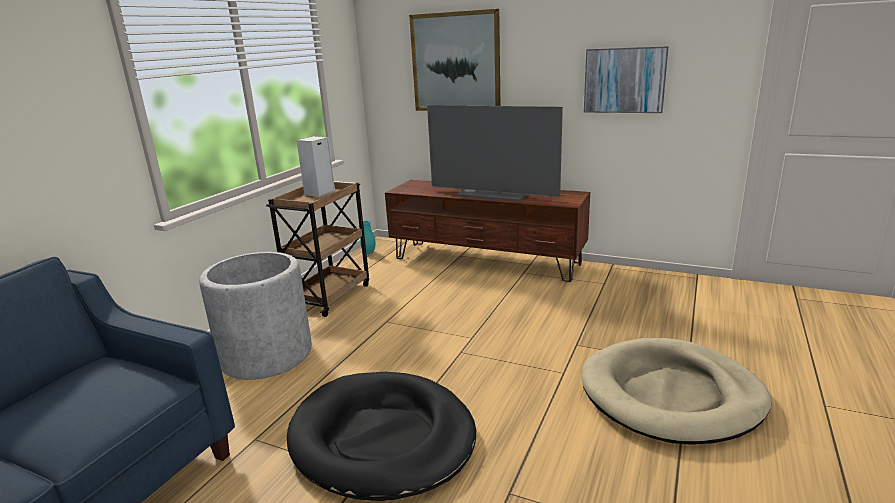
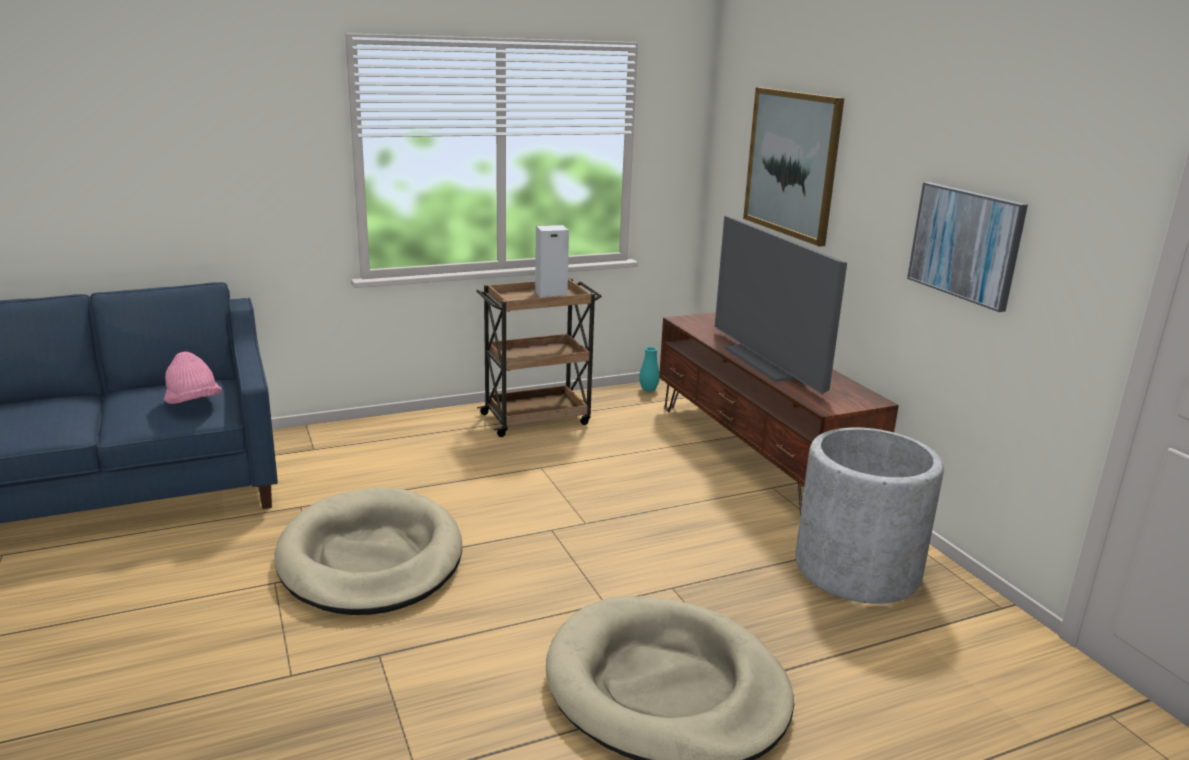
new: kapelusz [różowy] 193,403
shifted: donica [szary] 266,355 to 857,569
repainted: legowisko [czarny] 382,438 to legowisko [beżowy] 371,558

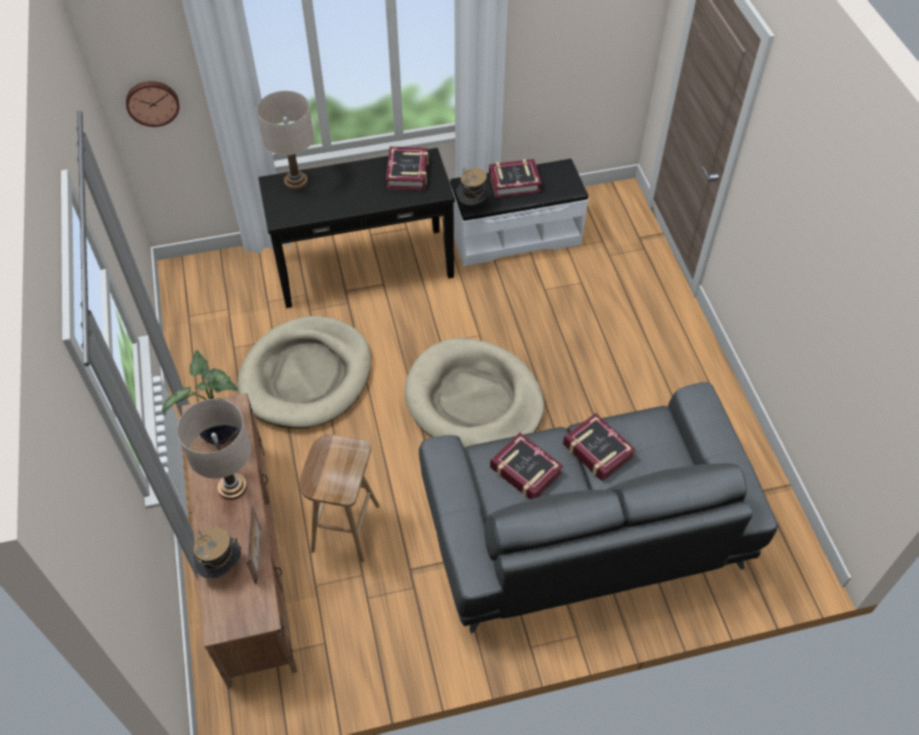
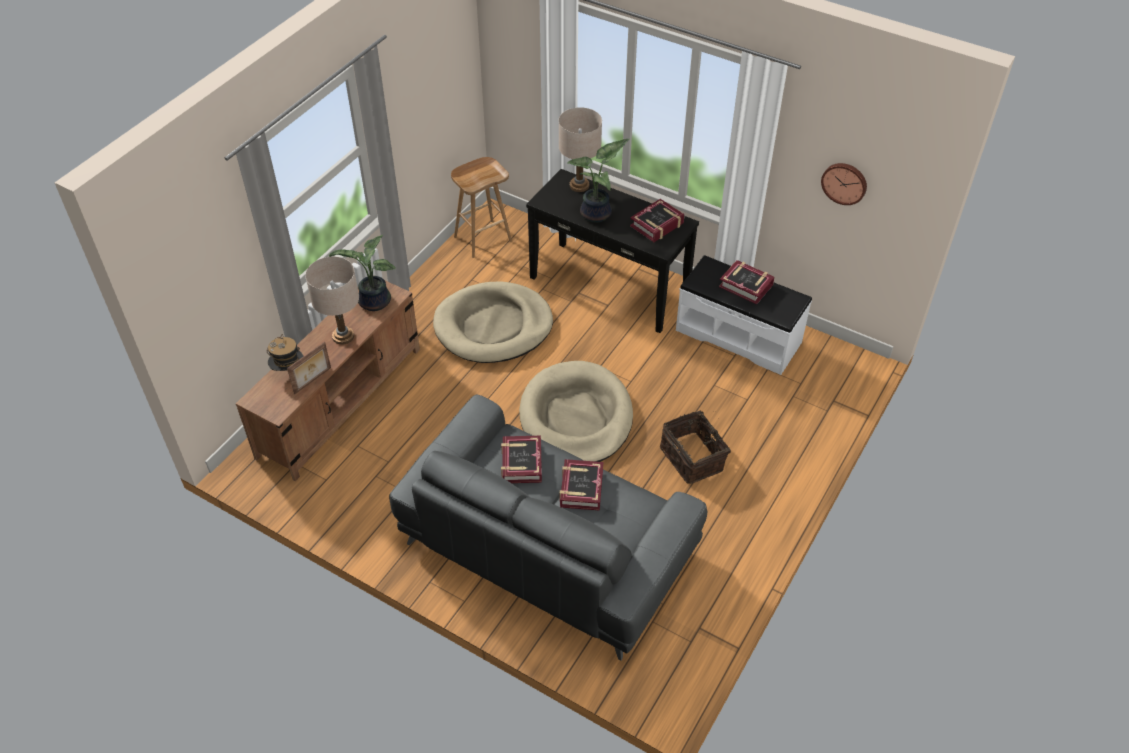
gone: kapelusz 473,205
new: roślina doniczkowa 597,214; koszyk 693,457
shifted: stołek [brązowy] 345,527 to 483,238; zegar ścienny 152,102 to 844,182

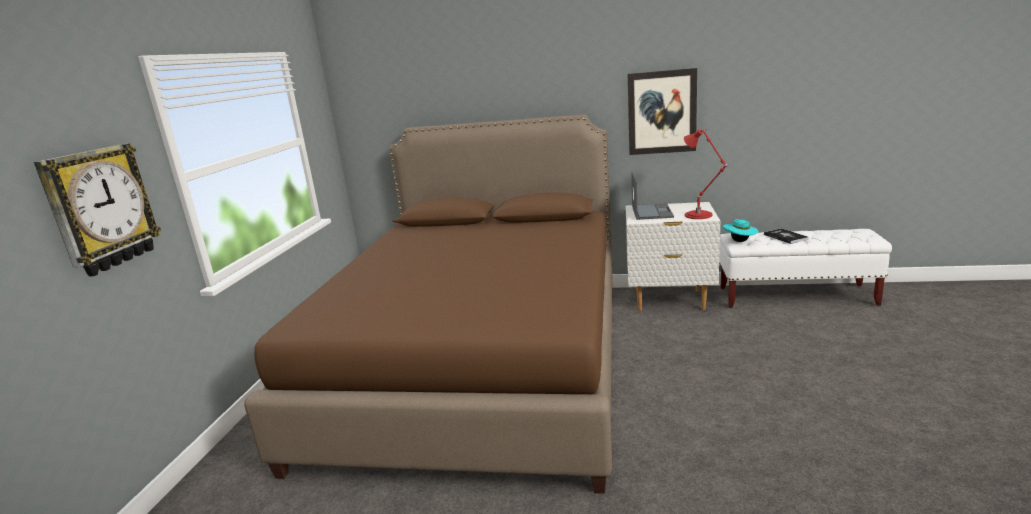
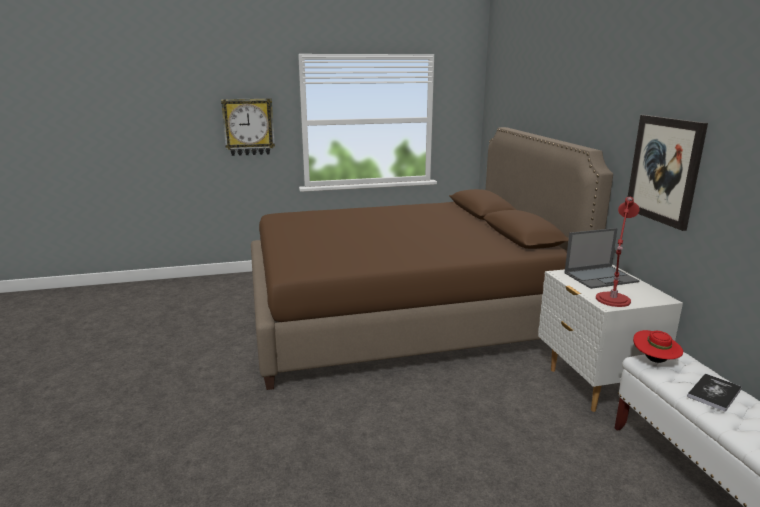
repainted: kapelusz [turkusowy] 740,241 to kapelusz [czerwony] 654,360

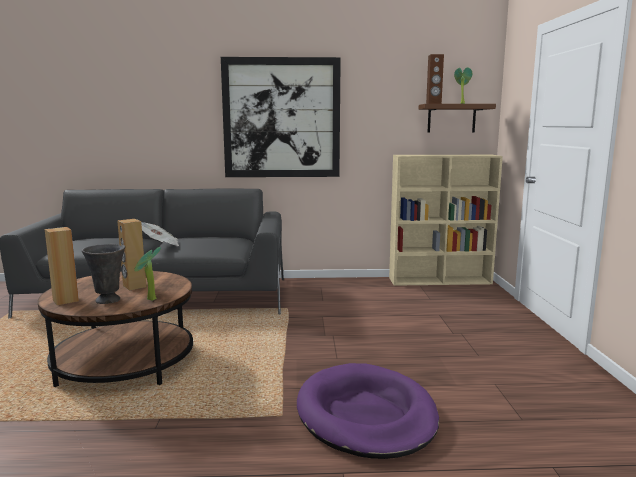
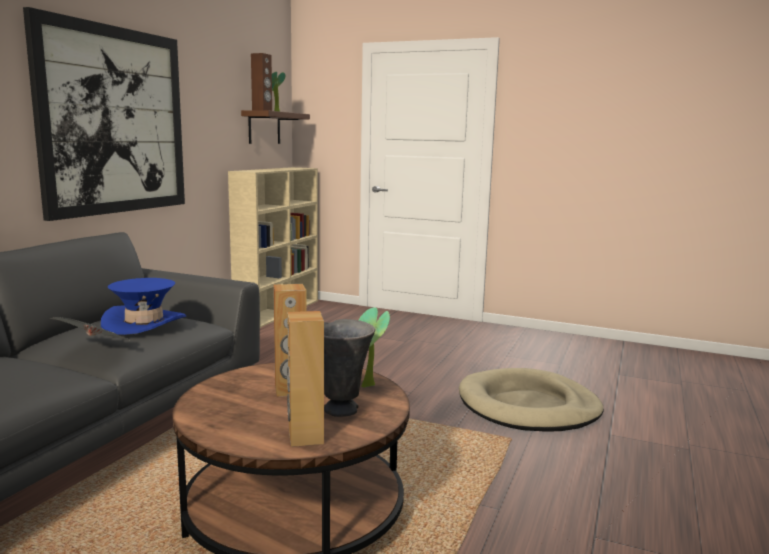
new: kapelusz [niebieski] 144,323
repainted: legowisko [fioletowy] 366,415 to legowisko [beżowy] 528,406

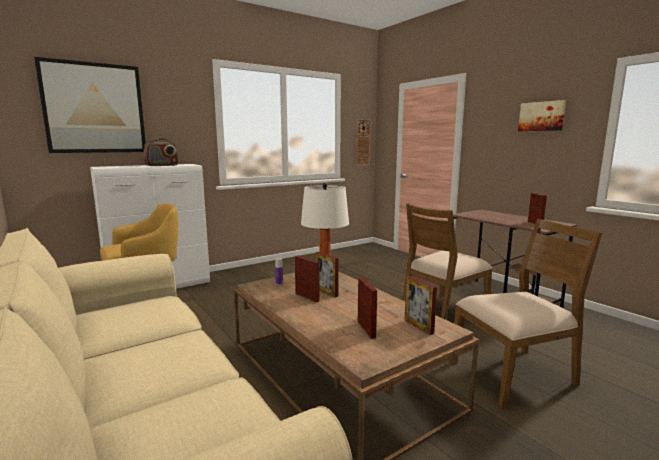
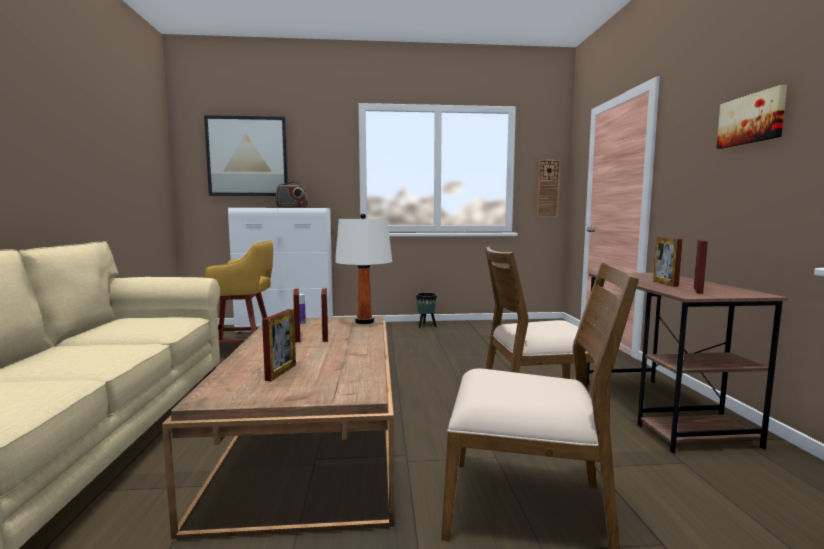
new: donica [czarny] 426,326
shifted: ramka na zdjęcie 418,326 to 665,283

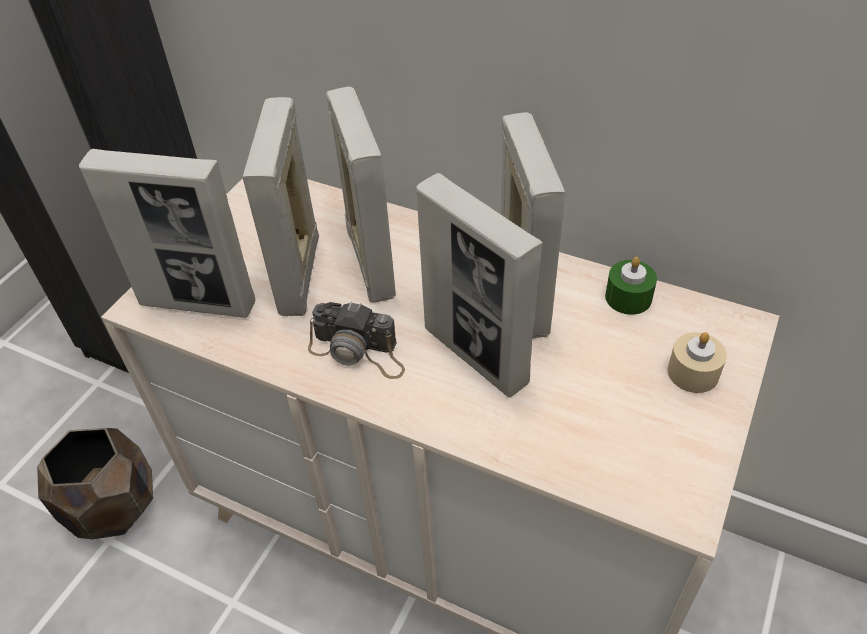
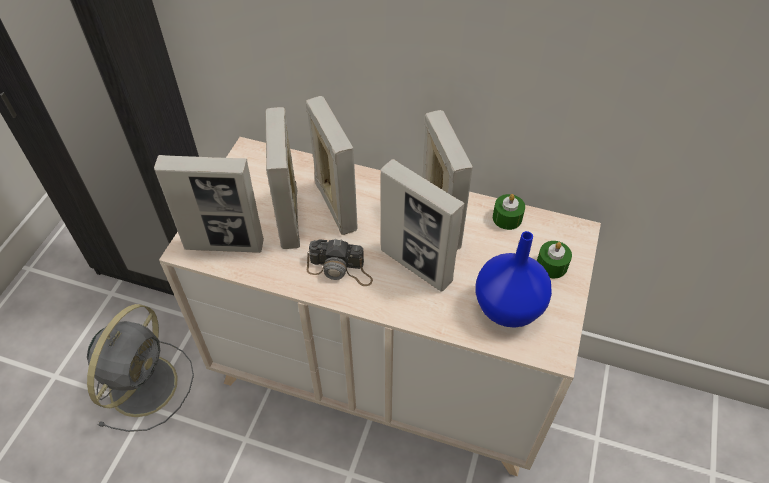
new: wazon [niebieski] 509,307
swapped: donica [brązowy] 114,506 to wentylator [szary] 145,383
repainted: świeca [beżowy] 693,373 to świeca [zielony] 551,265

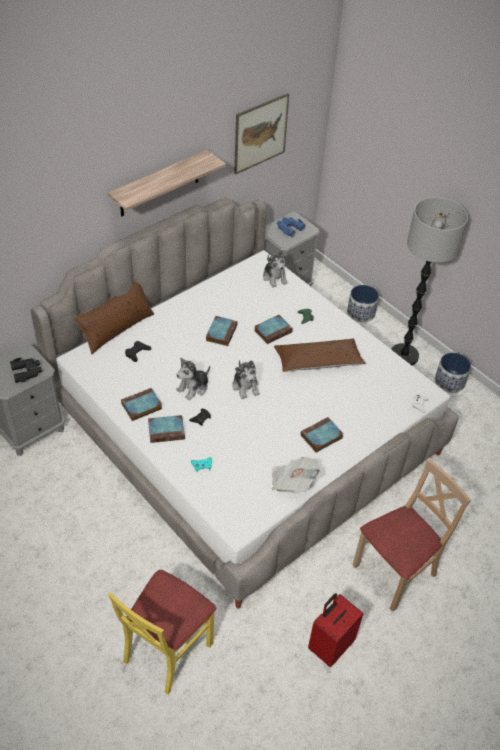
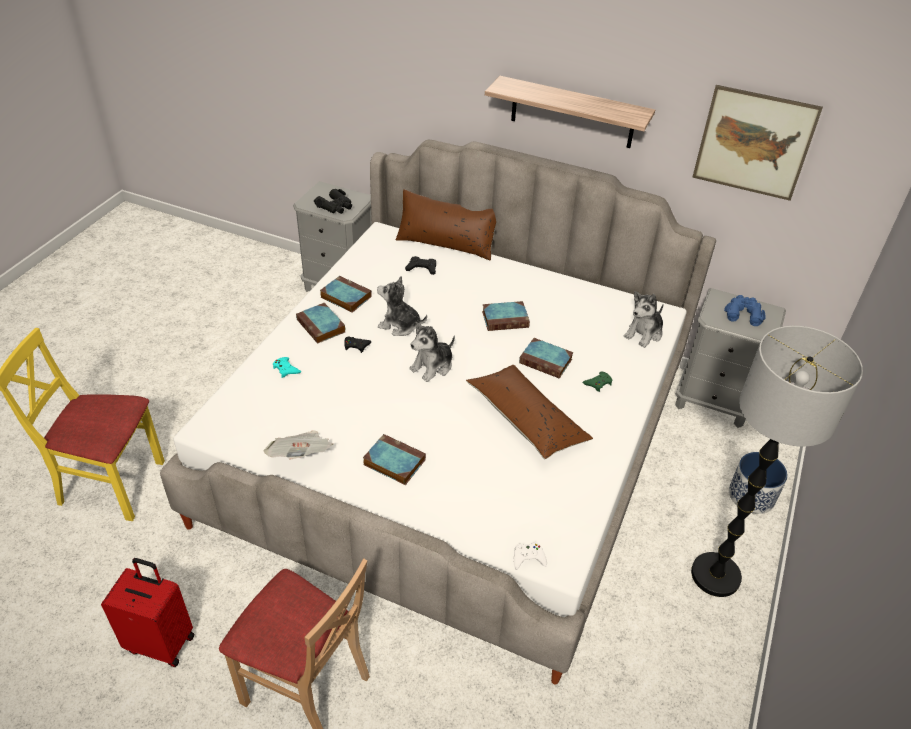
gone: donica 449,382

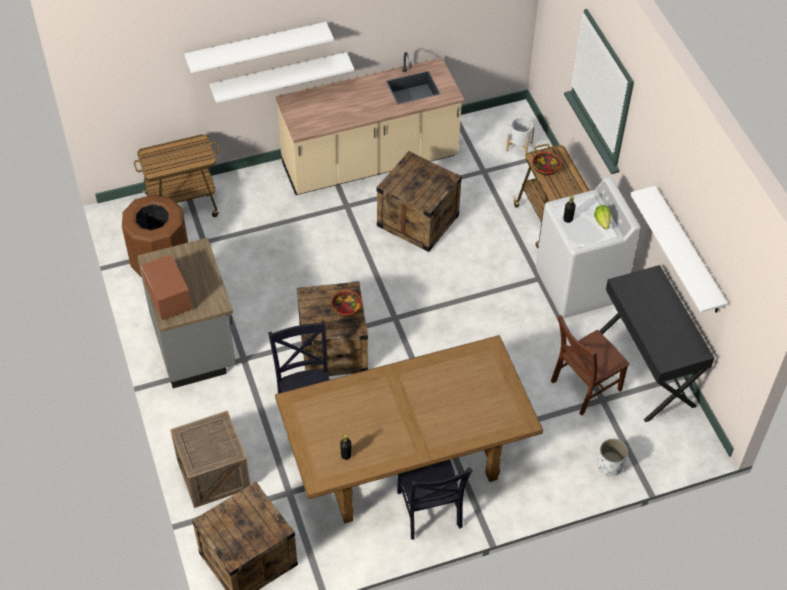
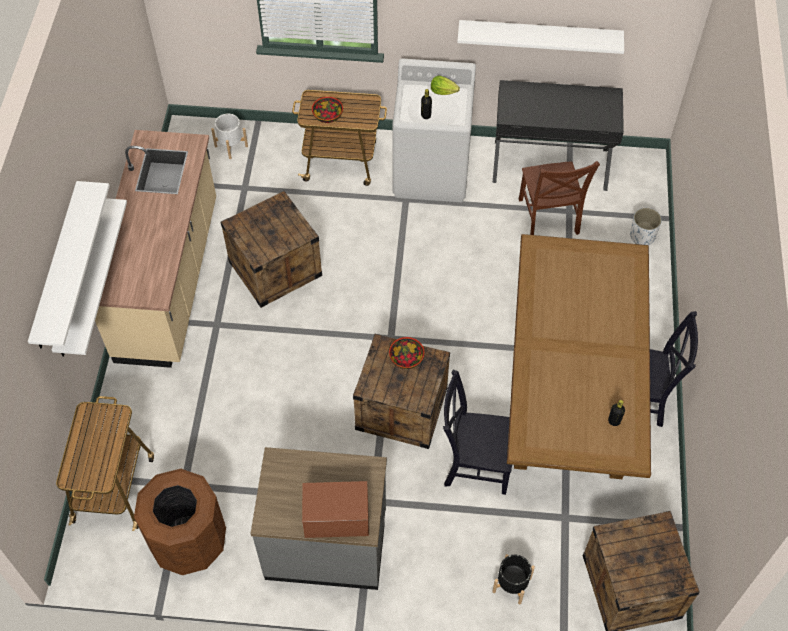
swapped: skrzynka 213,474 to donica [czarny] 512,585

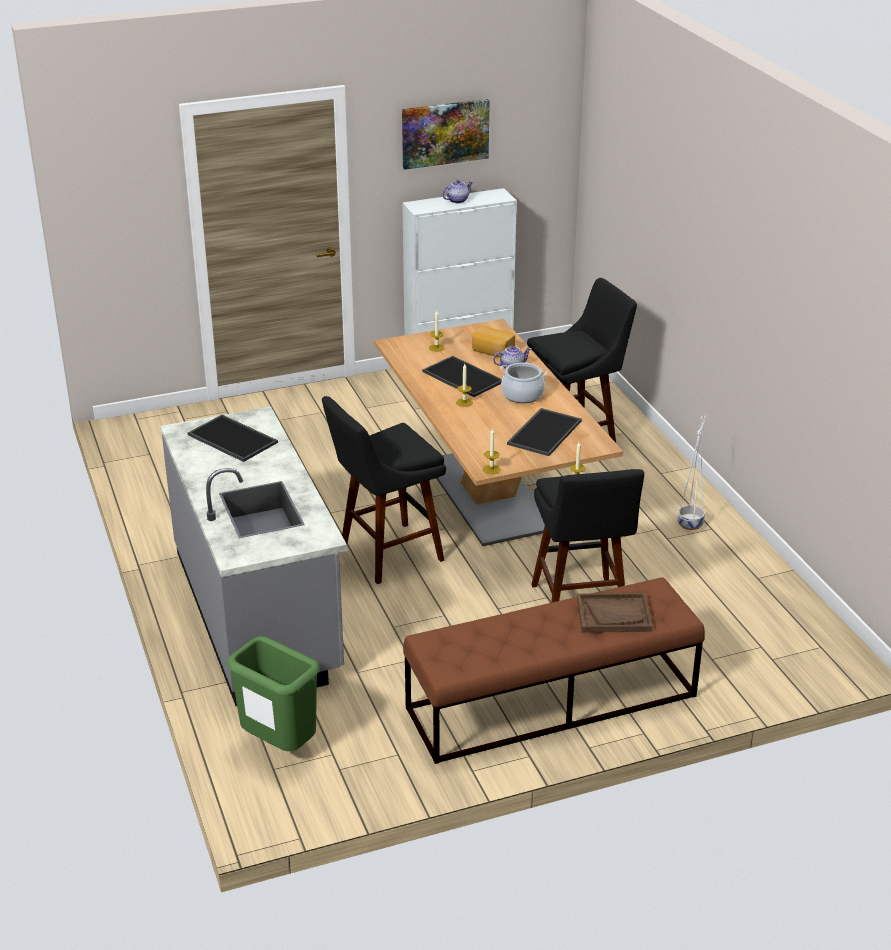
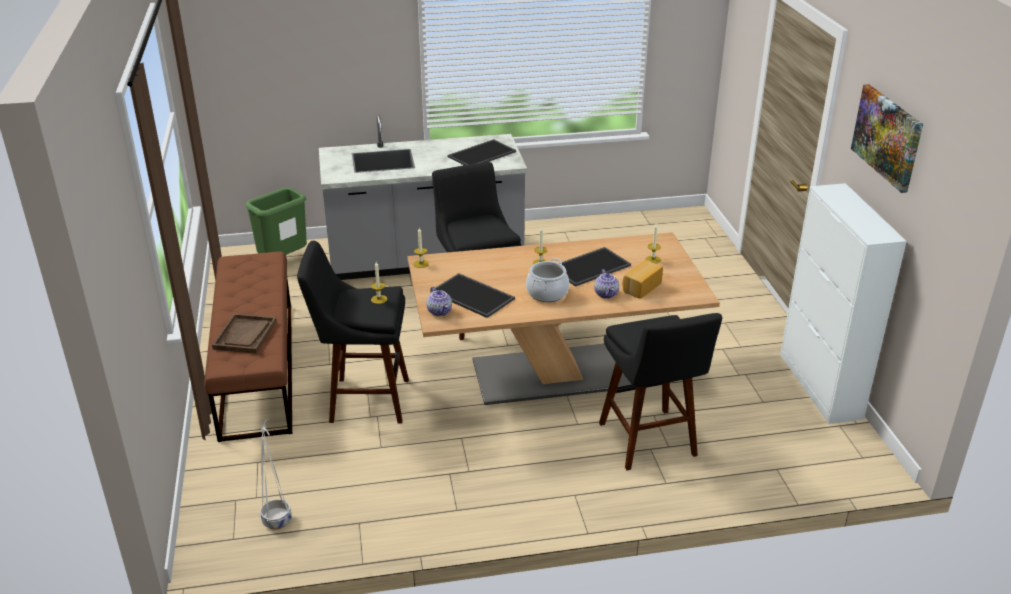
shifted: donica [biały] 690,523 to 277,521; imbryk 457,200 to 440,311

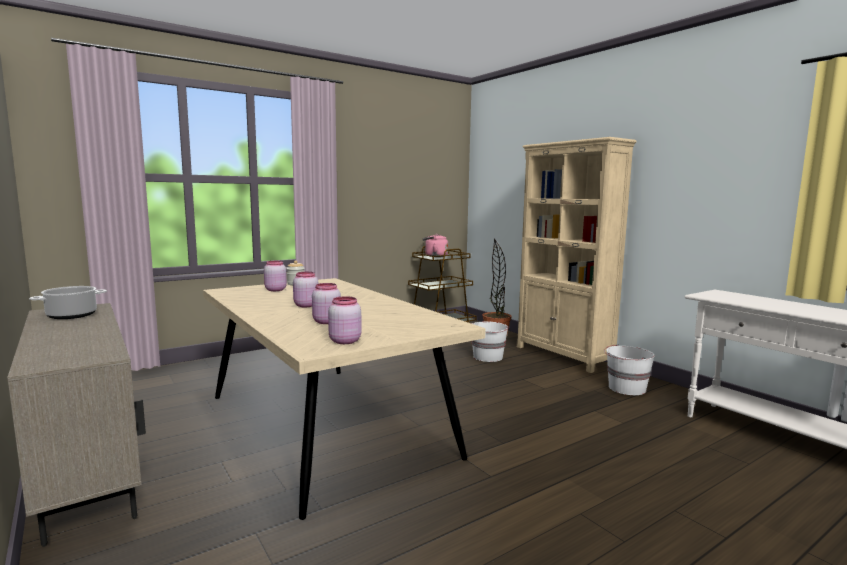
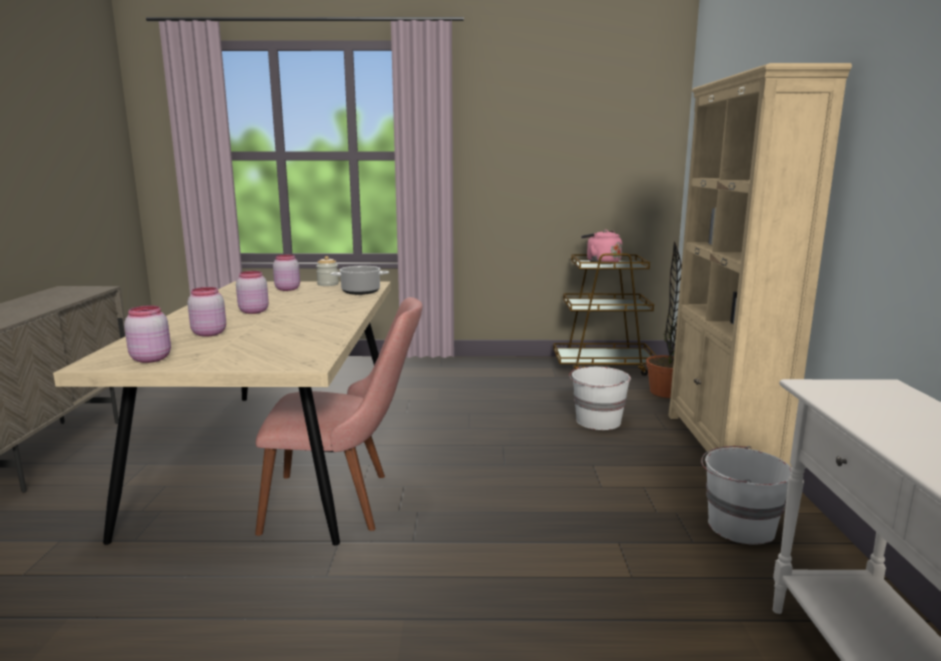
new: krzesło [różowy] 345,501
shifted: garnek 72,315 to 361,292

